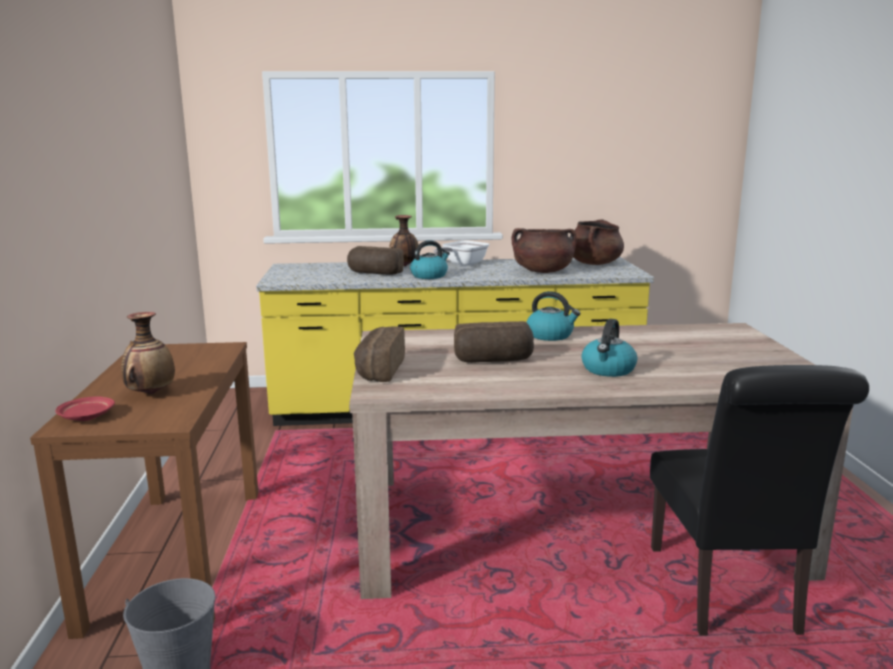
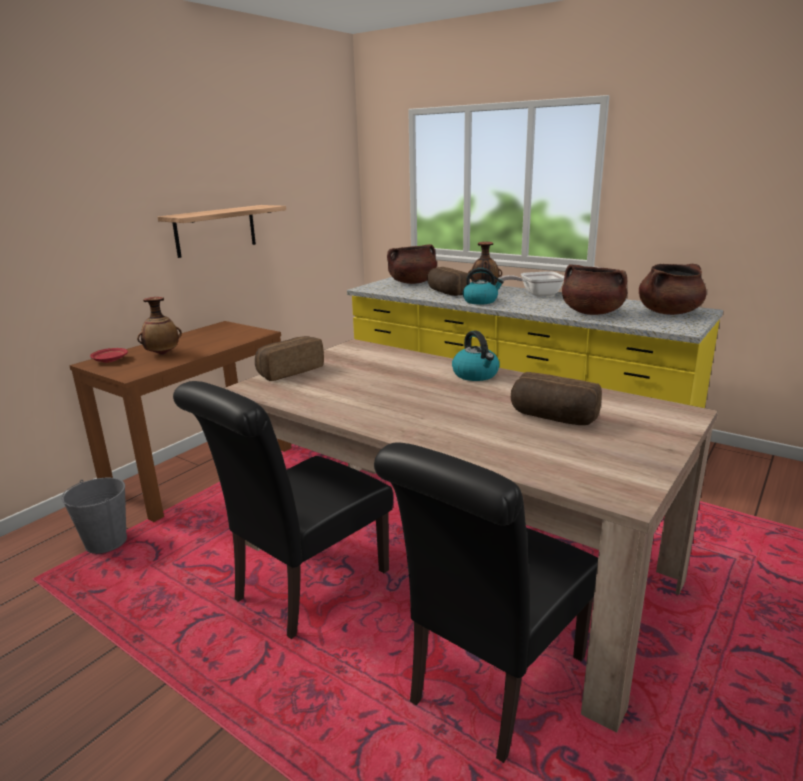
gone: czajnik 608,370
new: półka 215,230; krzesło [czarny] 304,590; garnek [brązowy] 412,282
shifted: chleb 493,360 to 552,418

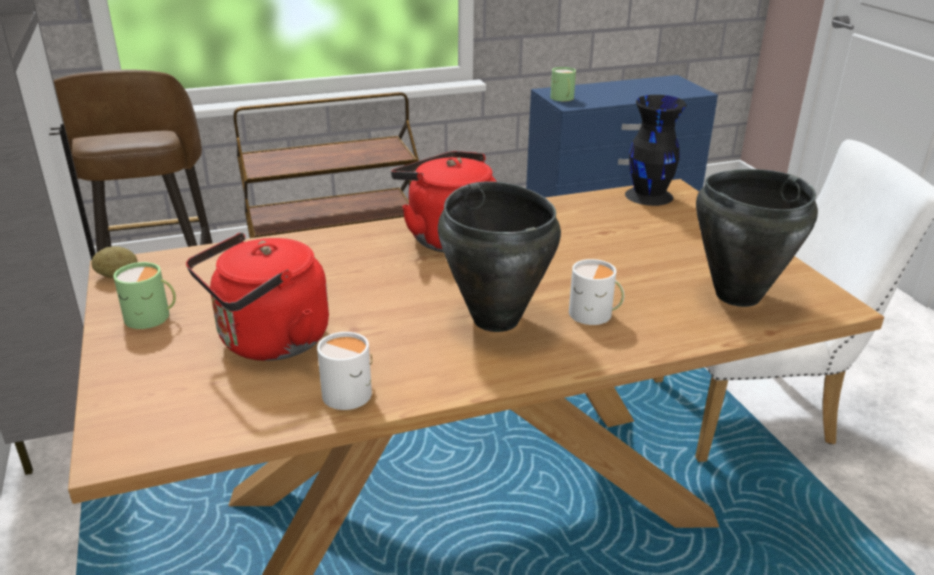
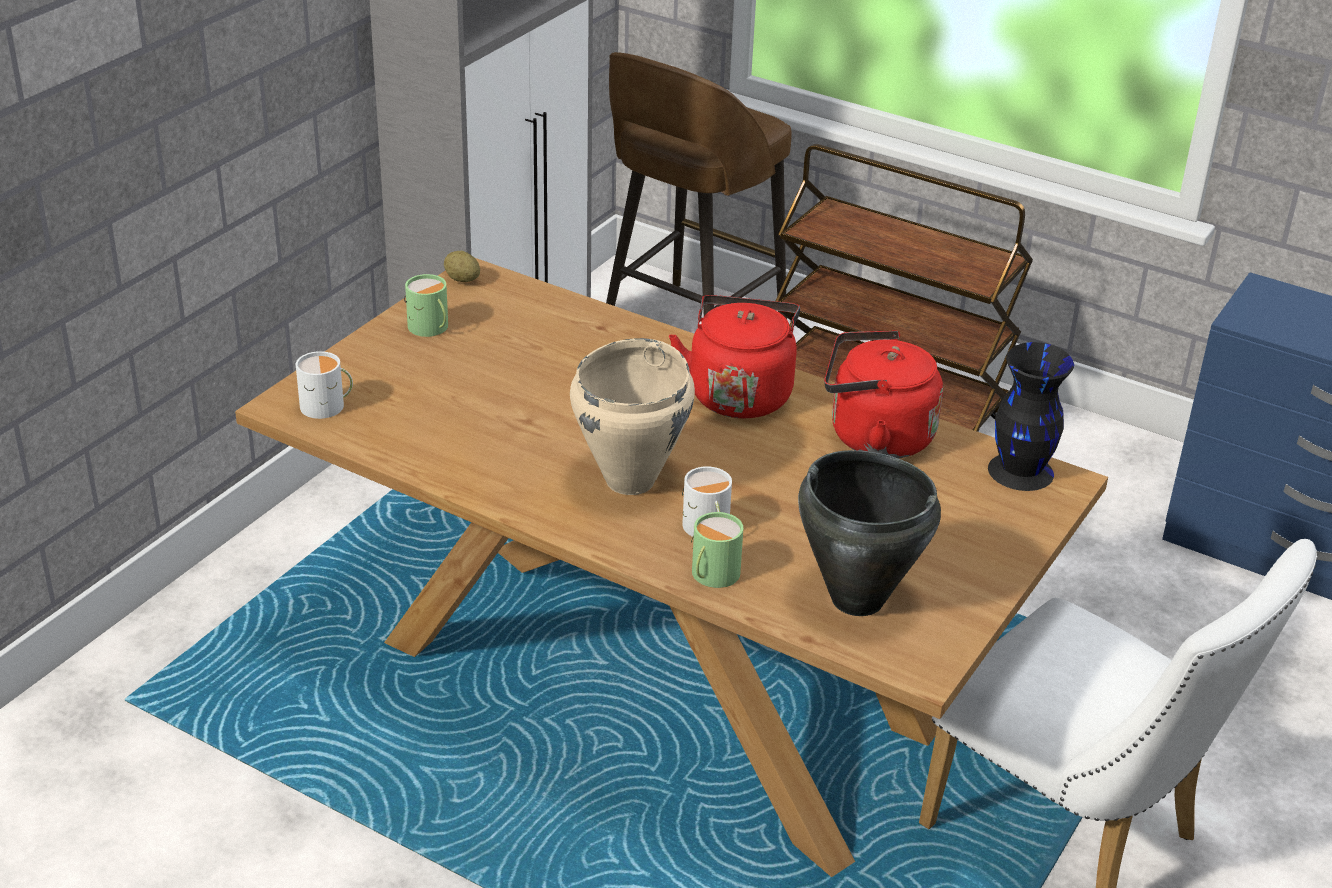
shifted: kubek [biały] 351,391 to 327,406; kubek [zielony] 562,98 to 711,575; czajnik [czerwony] 268,342 to 874,437
repainted: garnek [czarny] 496,319 to garnek [beżowy] 631,480

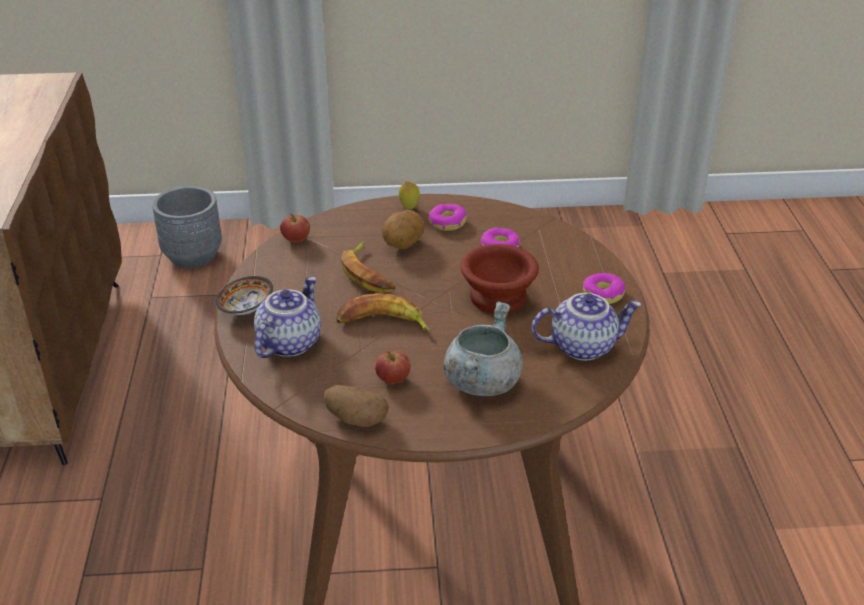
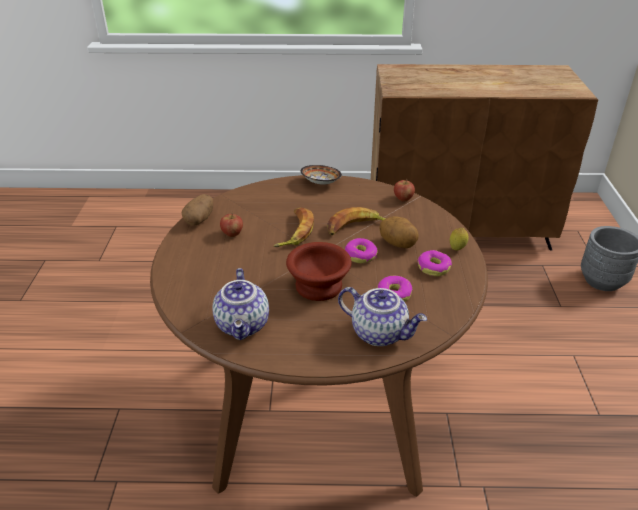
gone: garnek [szary] 481,381
shifted: imbryk 288,343 to 380,333; donut 603,294 to 360,255

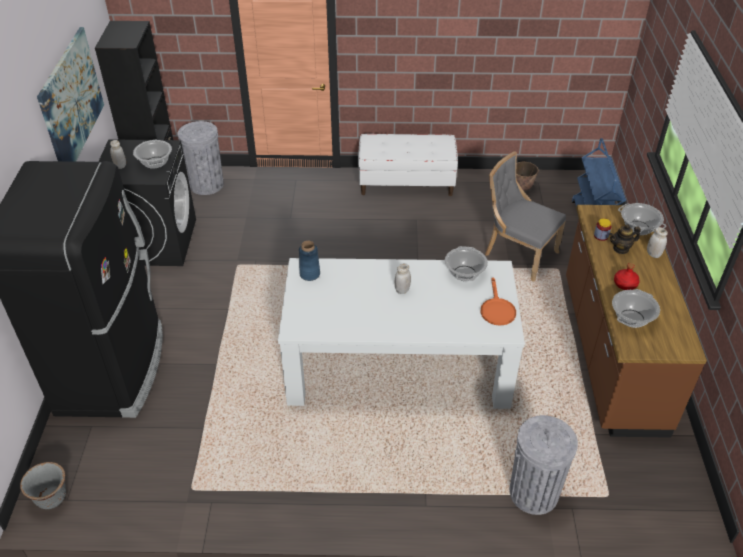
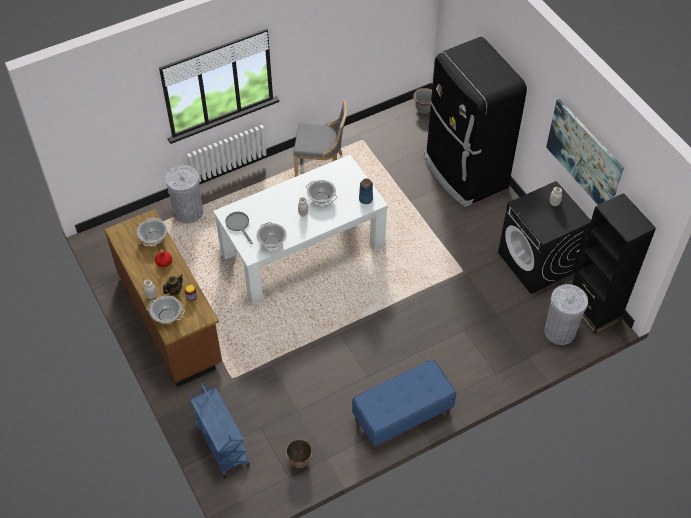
shifted: krzesło [szary] 517,254 to 321,164; garnek 155,162 to 321,198
repainted: patelnia [pomarańczowy] 497,309 to patelnia [szary] 239,225; ławka [biały] 406,183 to ławka [niebieski] 402,416

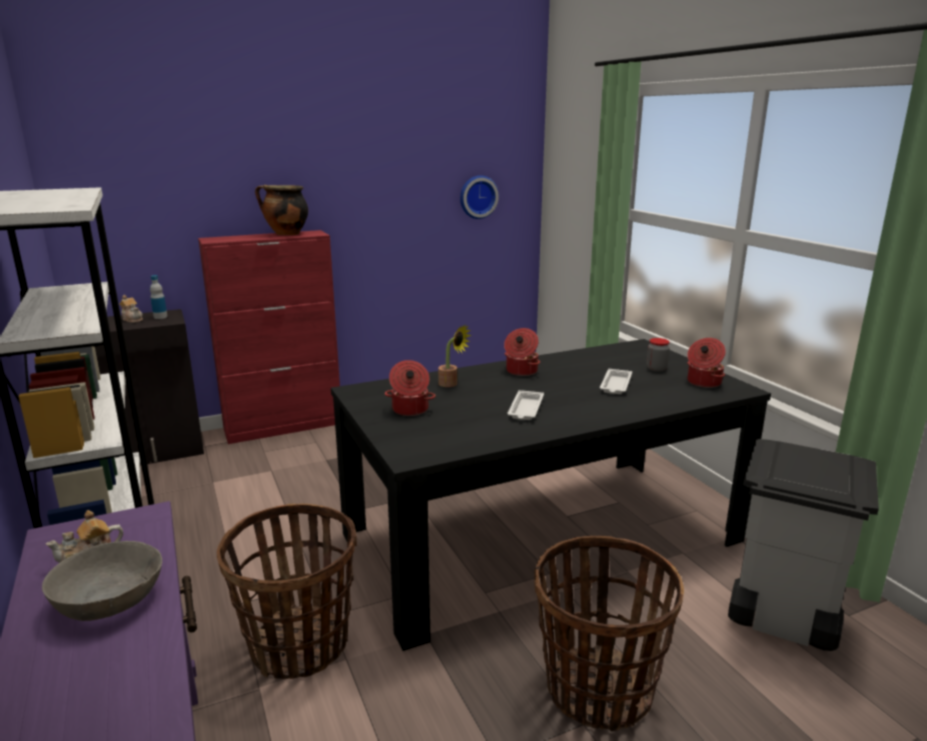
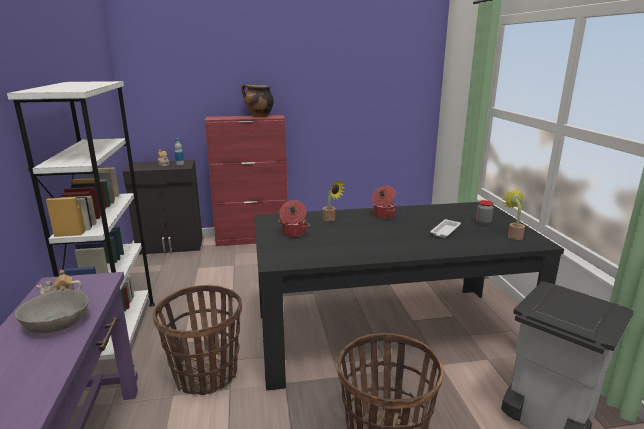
gone: zegar ścienny 477,197; taca [biały] 525,409
swapped: garnek 703,382 to roślina doniczkowa 513,236

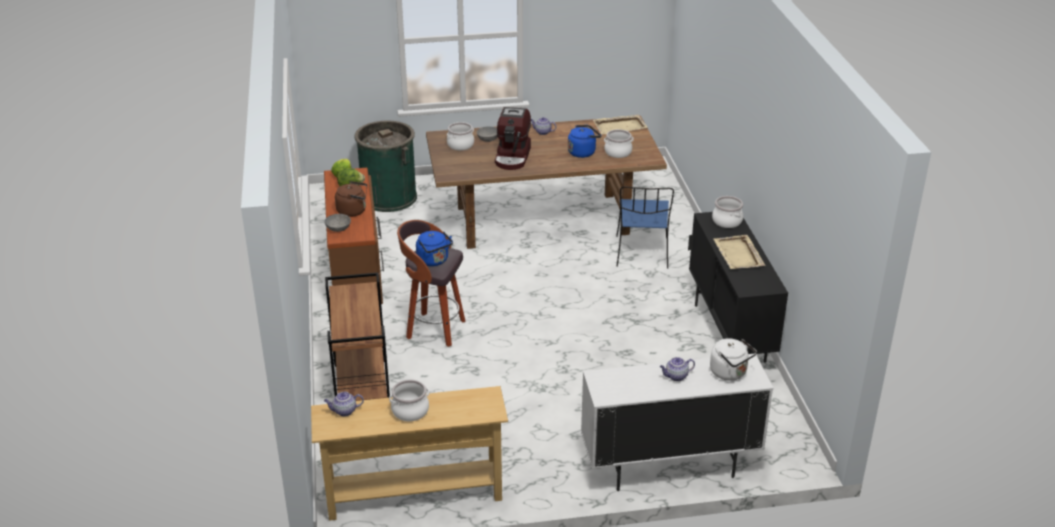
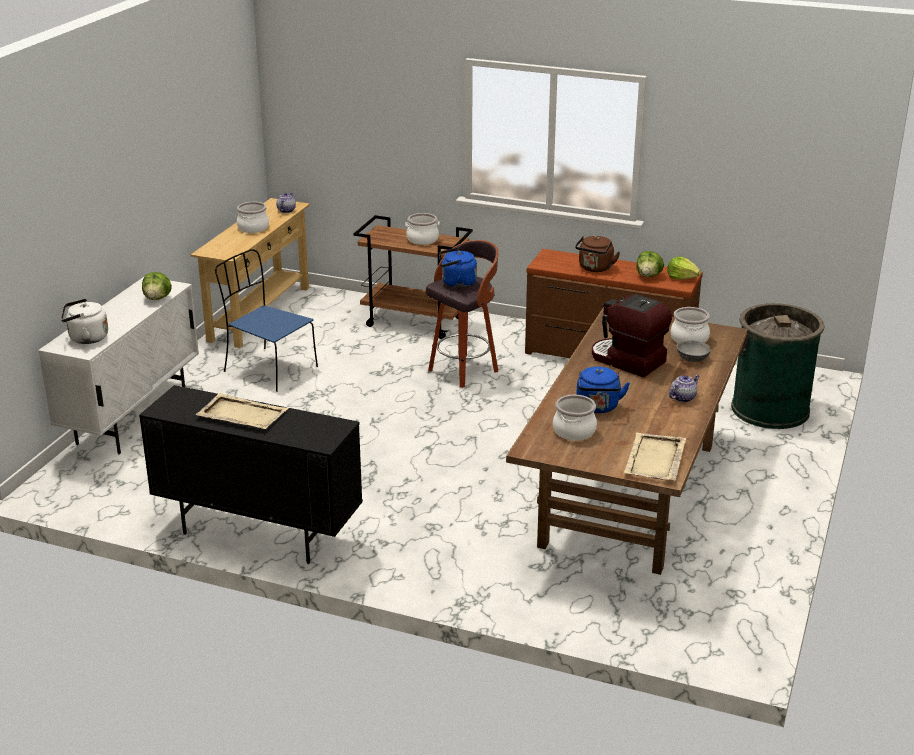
gone: miska [szary] 338,228; imbryk 676,376
new: sałata 157,298
shifted: krzesło [niebieski] 642,253 to 268,369; garnek 727,221 to 422,240

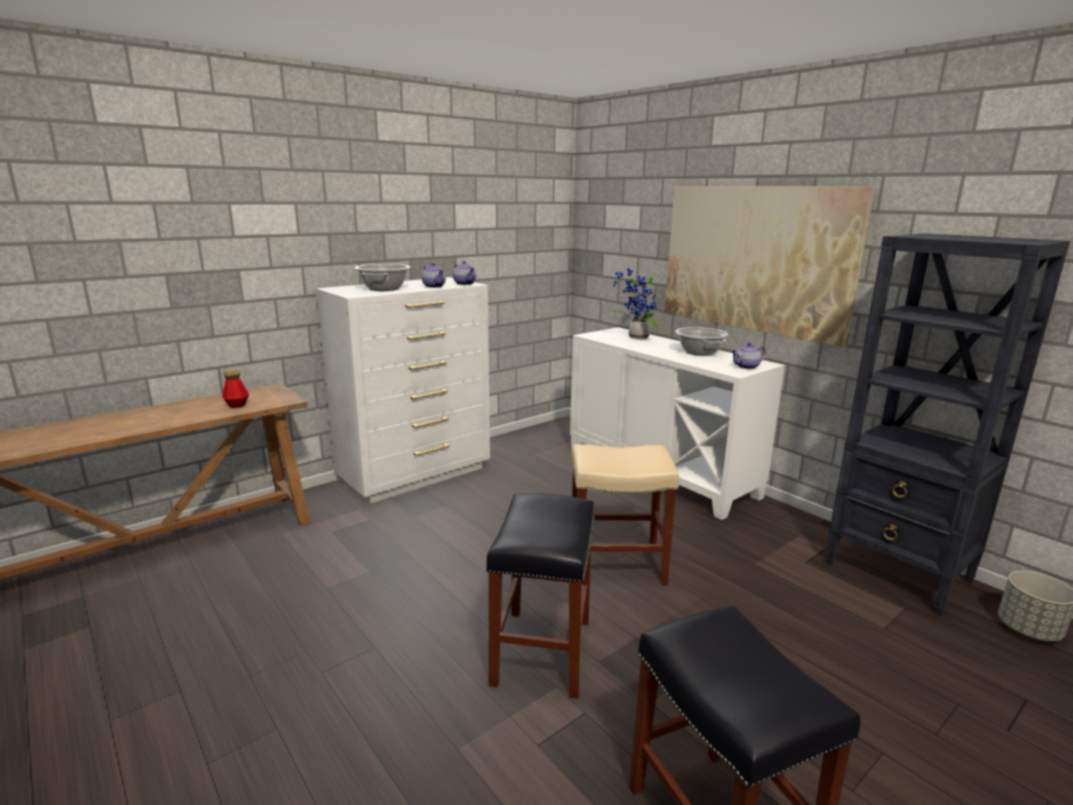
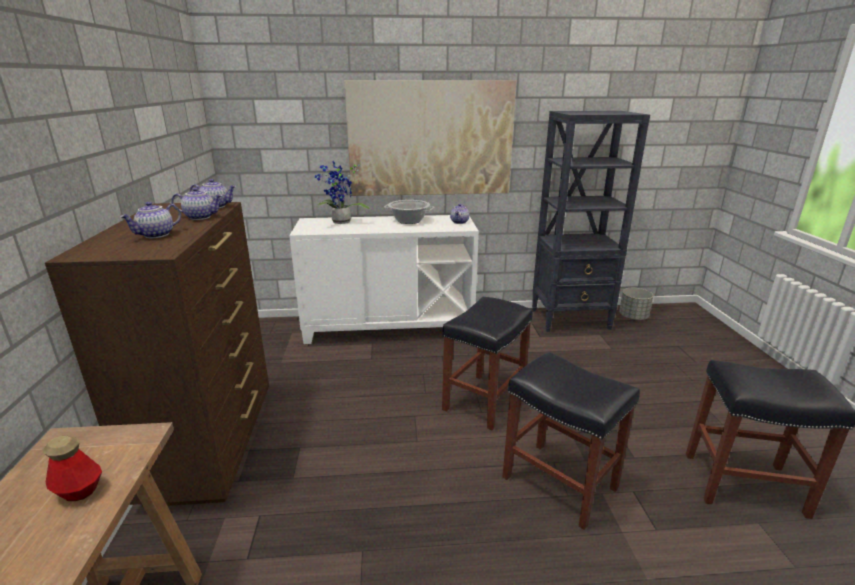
swapped: garnek 384,289 to imbryk 156,235
repainted: komoda [biały] 416,475 to komoda [brązowy] 213,445; stołek [beżowy] 615,565 to stołek [czarny] 484,401

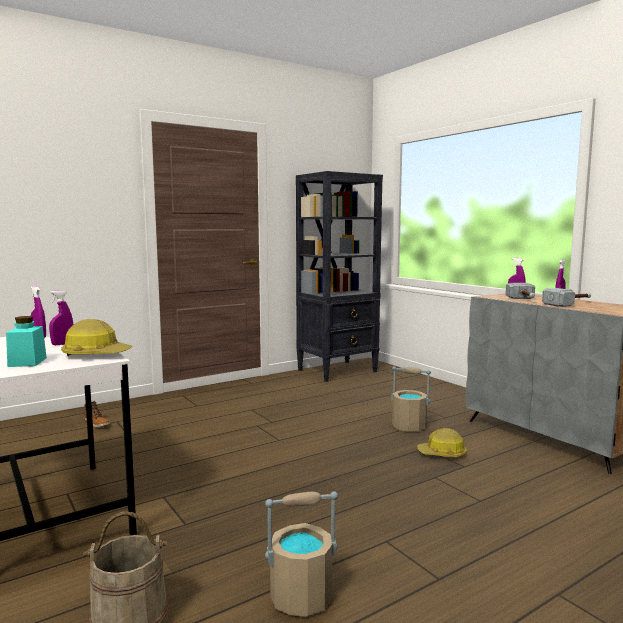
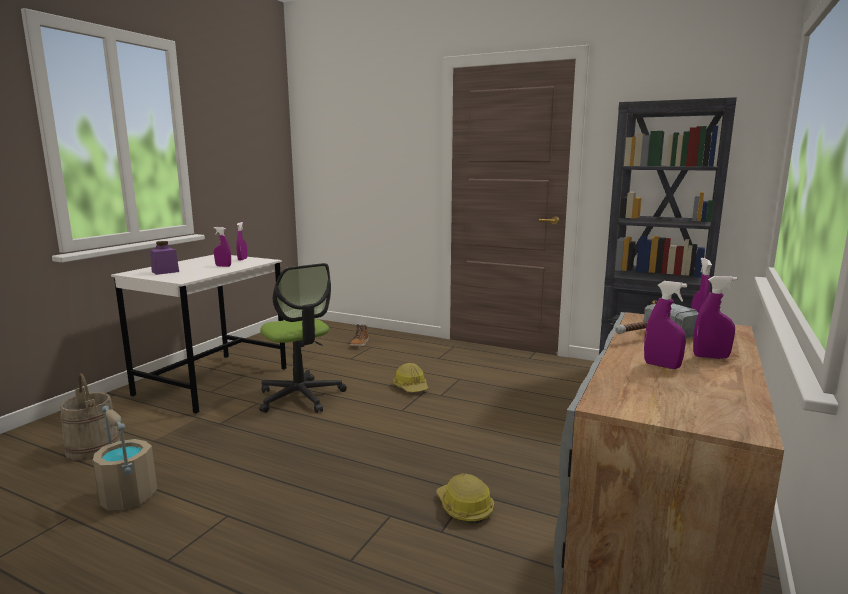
gone: wiadro [beżowy] 409,427
new: krzesło biurowe 300,397
shifted: kask 96,355 to 411,387
swapped: młotek 569,304 to spryskiwacz [fioletowy] 662,366
repainted: słoik [turkusowy] 27,362 to słoik [fioletowy] 165,272

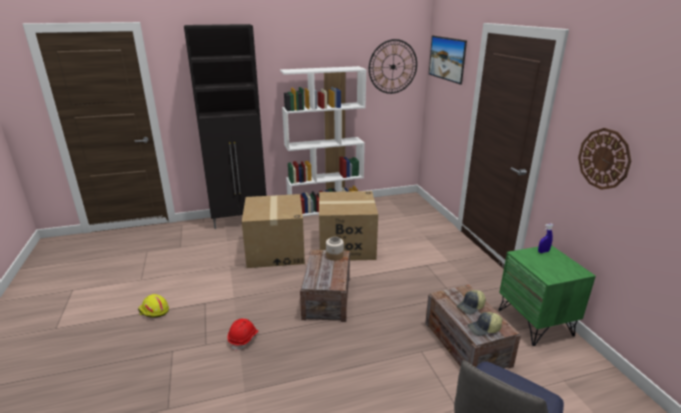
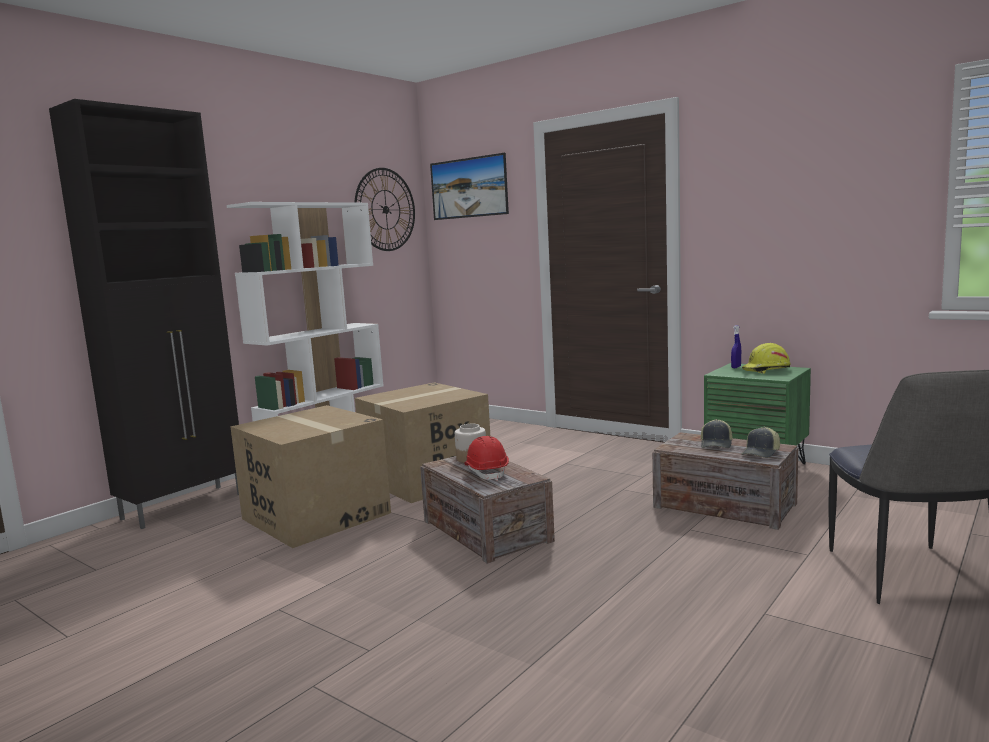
gone: zegar ścienny 604,159
shifted: kask [czerwony] 243,339 to 487,472; kask [żółty] 153,311 to 766,370

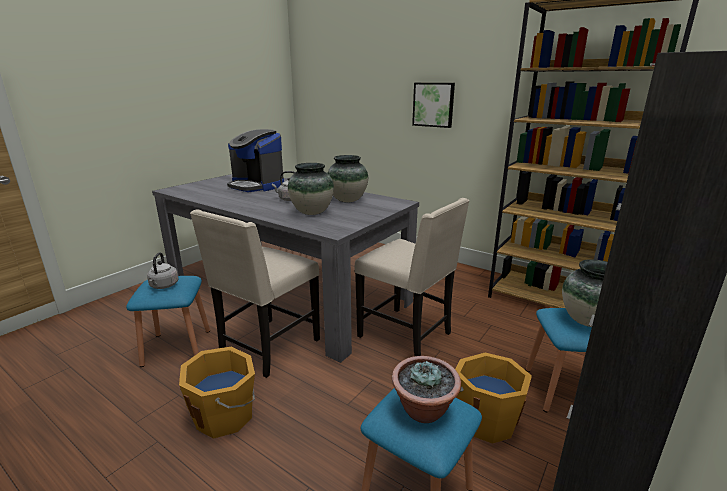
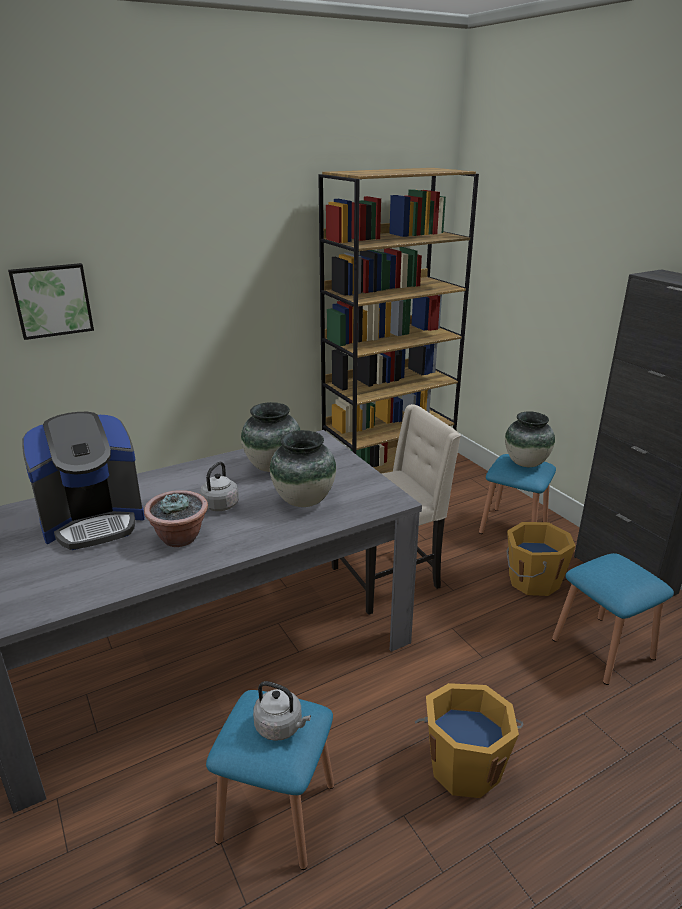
gone: krzesło [beżowy] 268,348
shifted: obraz 433,104 to 52,300; roślina doniczkowa 424,411 to 180,538

